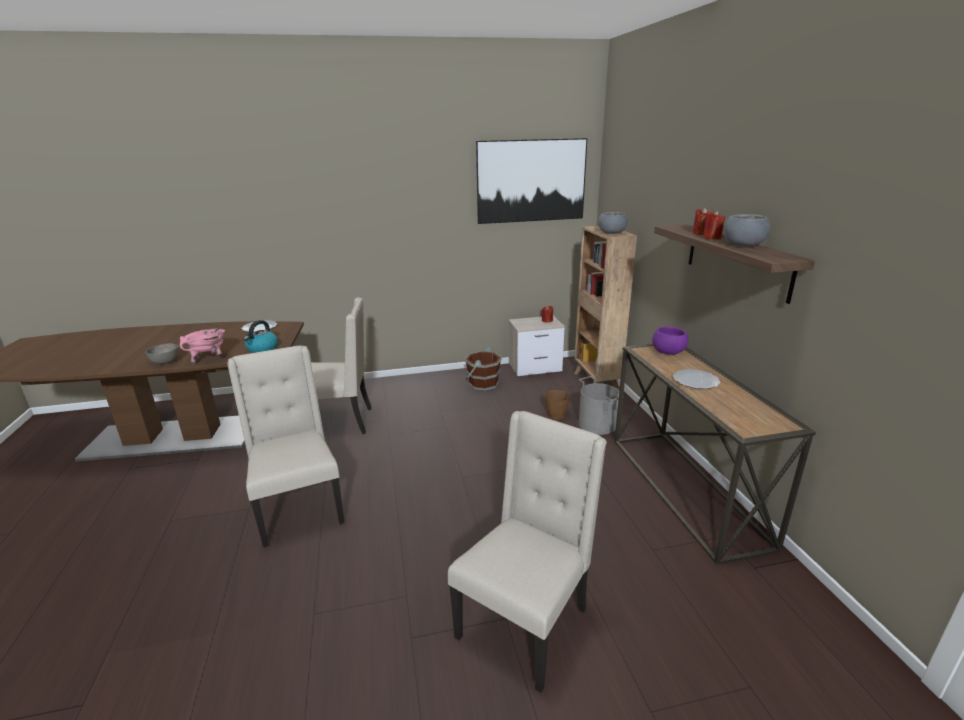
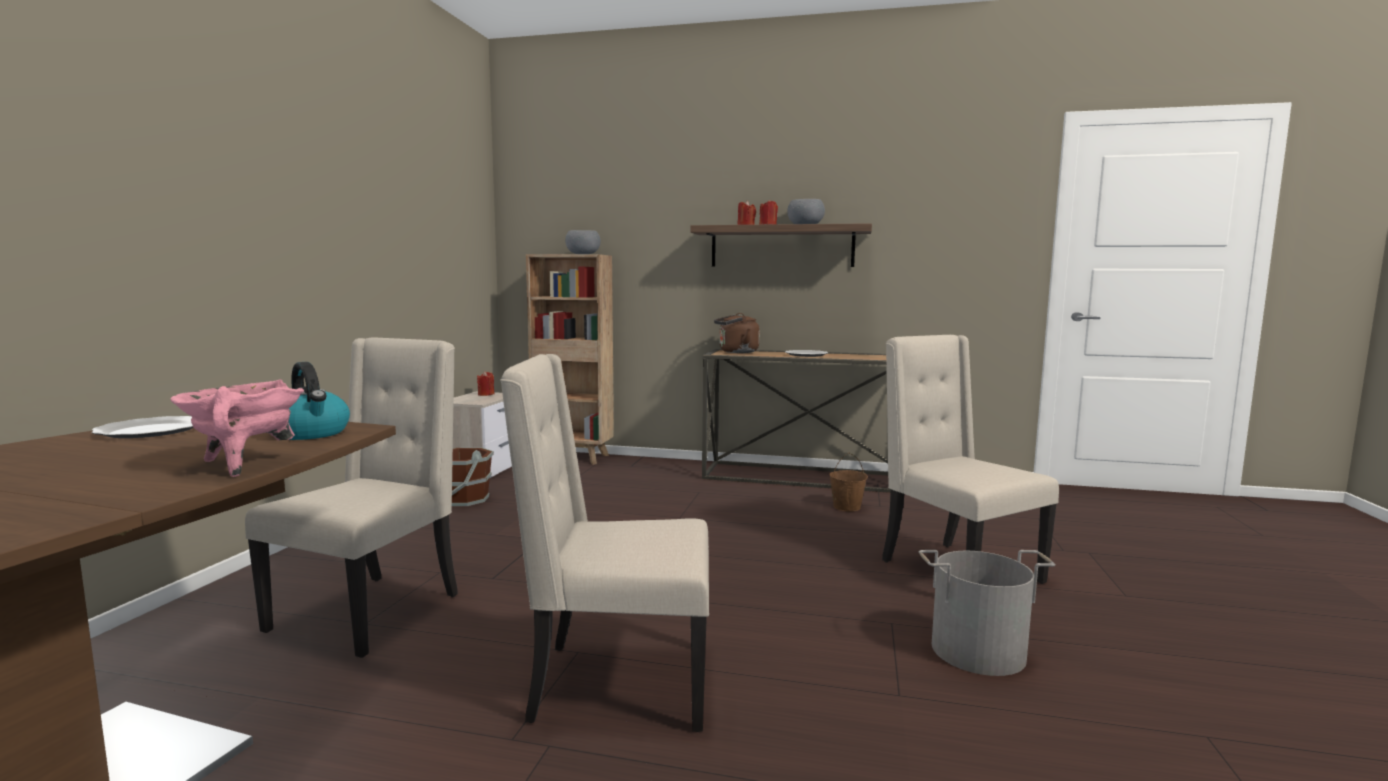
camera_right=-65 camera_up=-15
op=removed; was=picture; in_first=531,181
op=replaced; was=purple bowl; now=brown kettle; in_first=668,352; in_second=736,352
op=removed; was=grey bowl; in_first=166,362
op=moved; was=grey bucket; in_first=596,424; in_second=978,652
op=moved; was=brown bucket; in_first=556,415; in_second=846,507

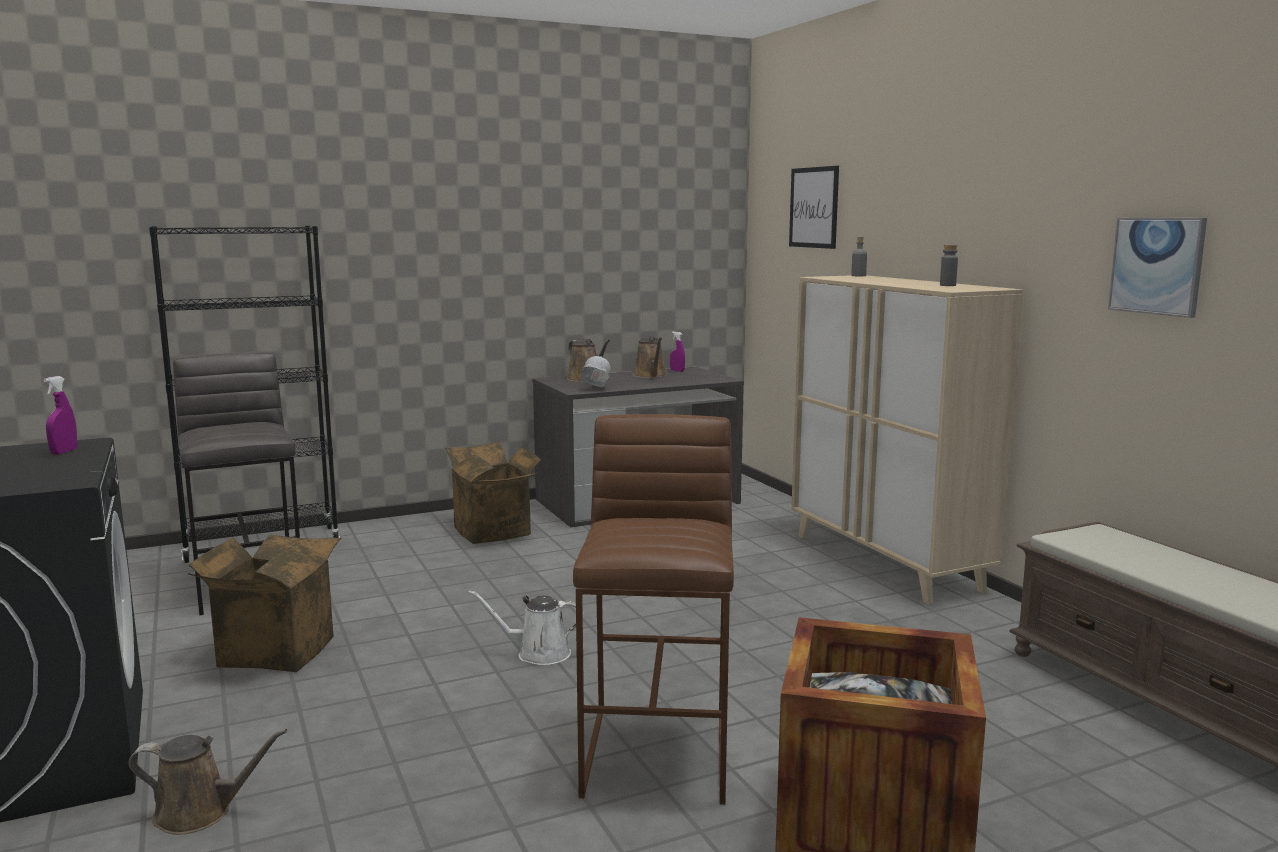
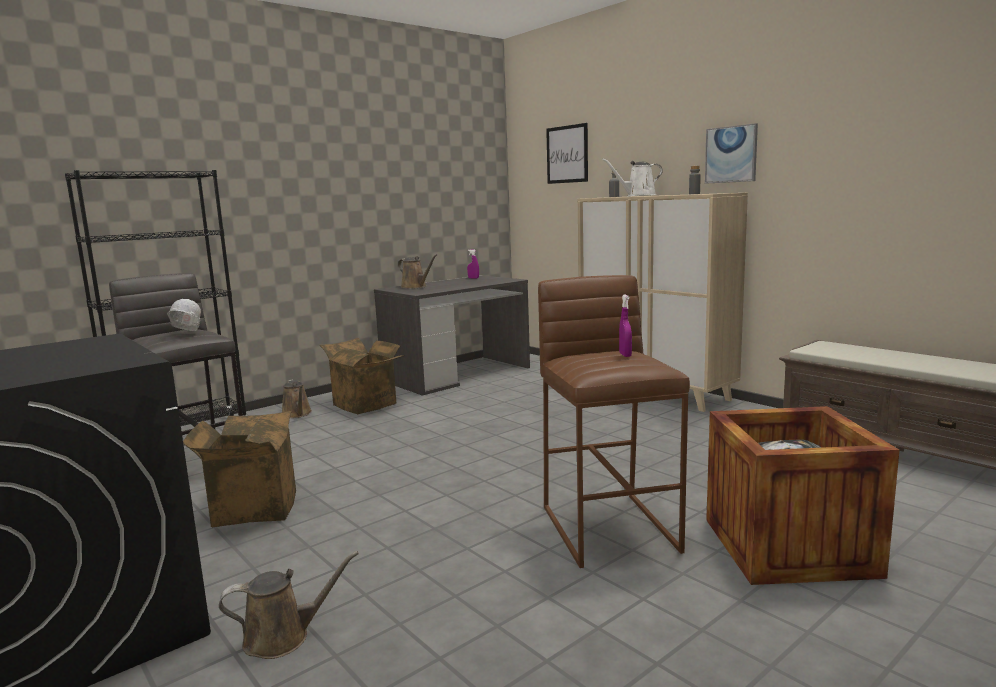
camera_right=-15 camera_up=0
op=moved; was=picture; in_first=1157,265; in_second=731,154
op=moved; was=brown watering can; in_first=650,376; in_second=297,414
op=moved; was=white hard hat; in_first=595,389; in_second=186,334
op=moved; was=purple spray bottle; in_first=64,452; in_second=625,355
op=moved; was=white watering can; in_first=538,654; in_second=638,196

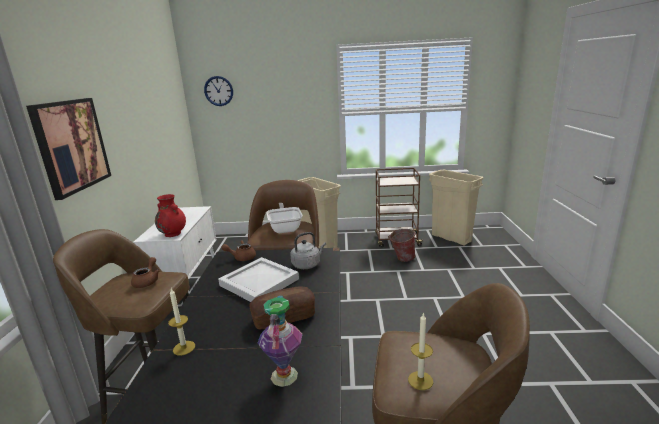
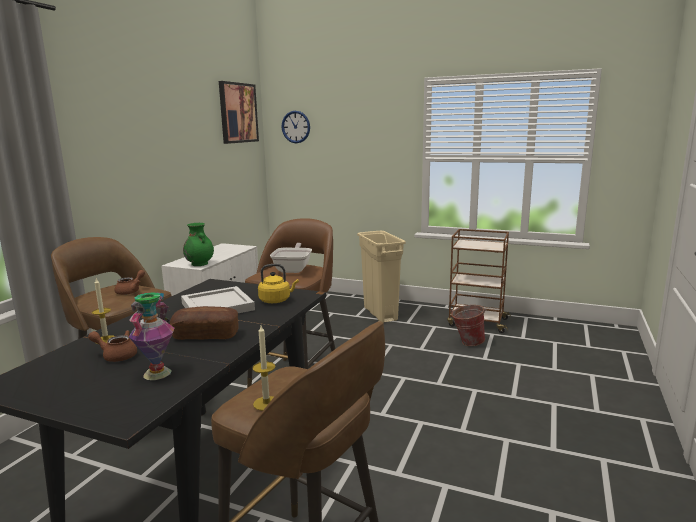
camera_right=20 camera_up=-5
op=moved; was=picture; in_first=71,145; in_second=238,113
op=removed; was=beige trash can; in_first=451,238
op=recoloured; was=red vase; now=green vase; in_first=173,234; in_second=200,264
op=recoloured; was=grey kettle; now=yellow kettle; in_first=307,264; in_second=276,300
op=moved; was=brown teapot; in_first=241,257; in_second=116,355

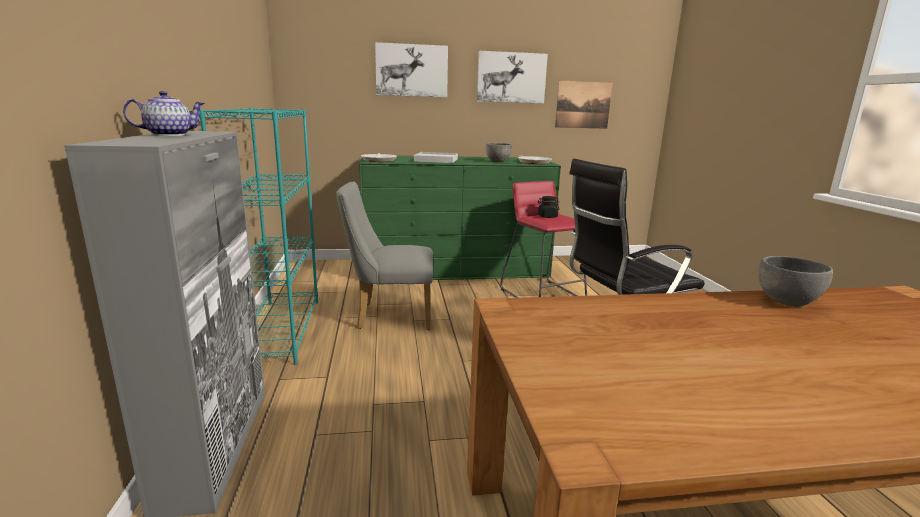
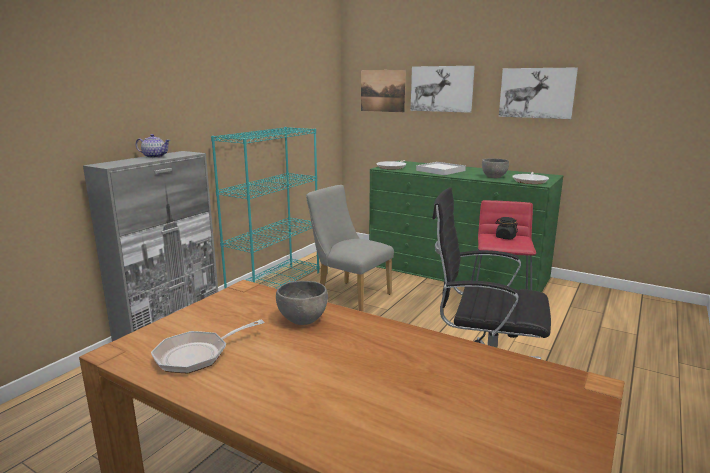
camera_right=40 camera_up=0
op=moved; was=picture; in_first=583,105; in_second=382,91
op=moved; was=grey bowl; in_first=786,301; in_second=303,320
op=added; now=frying pan; in_second=197,355

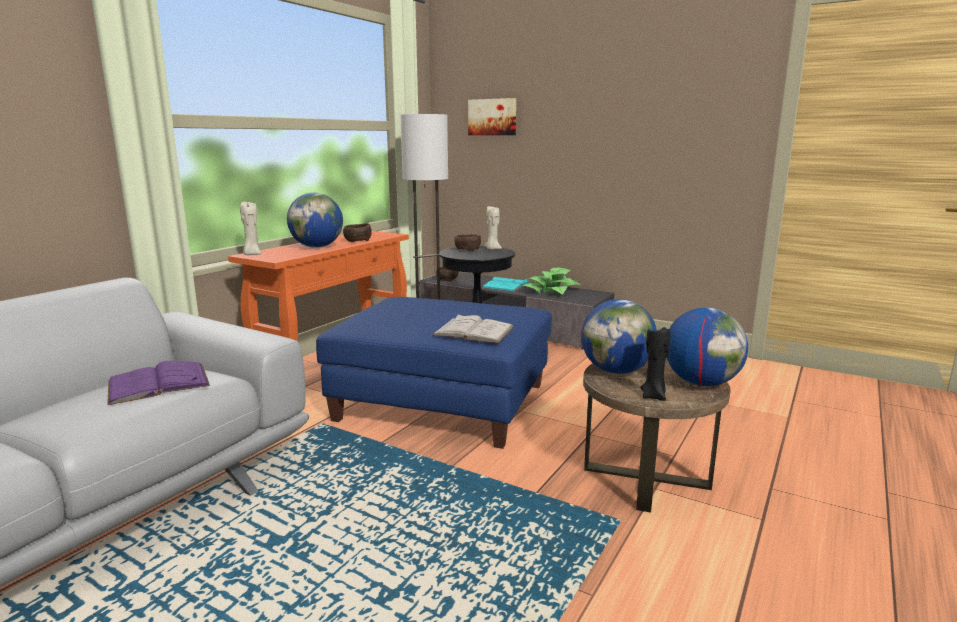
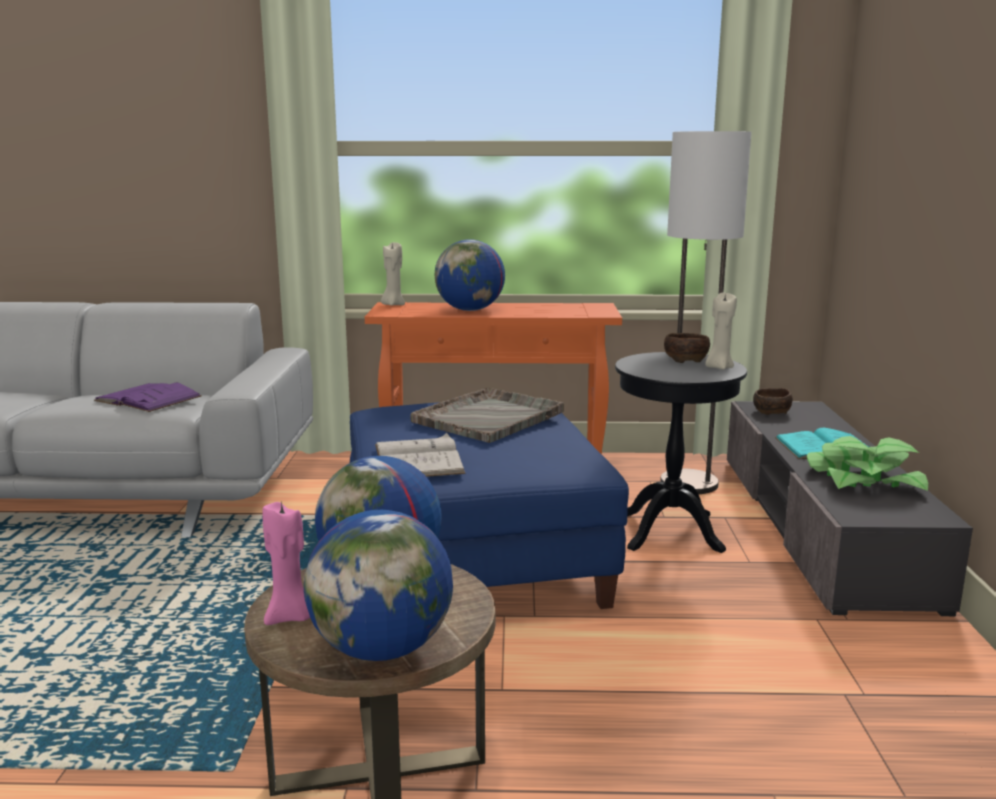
camera_right=60 camera_up=0
op=removed; was=picture; in_first=492,117
op=removed; was=brown bowl; in_first=357,241
op=recoloured; was=black candle; now=pink candle; in_first=654,396; in_second=291,617
op=added; now=grey tray; in_second=489,417

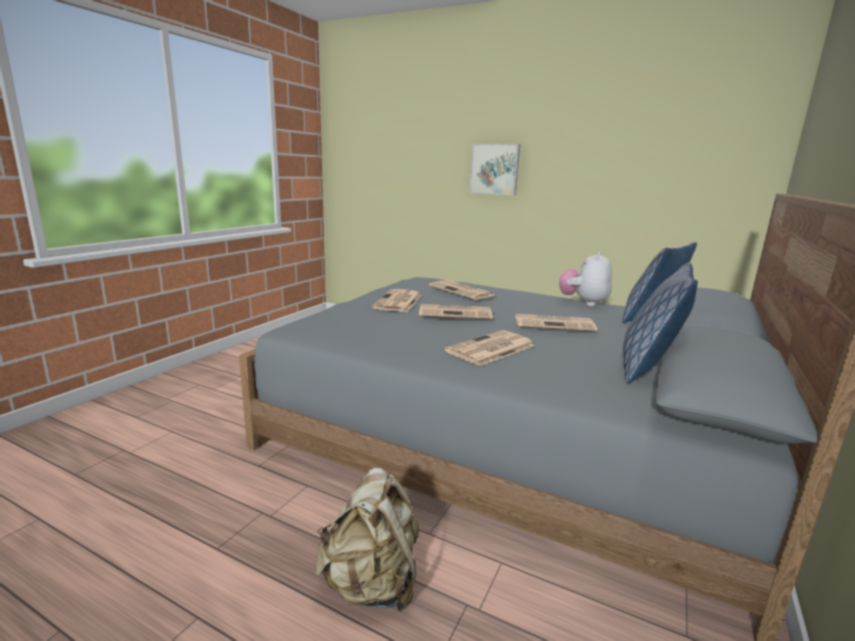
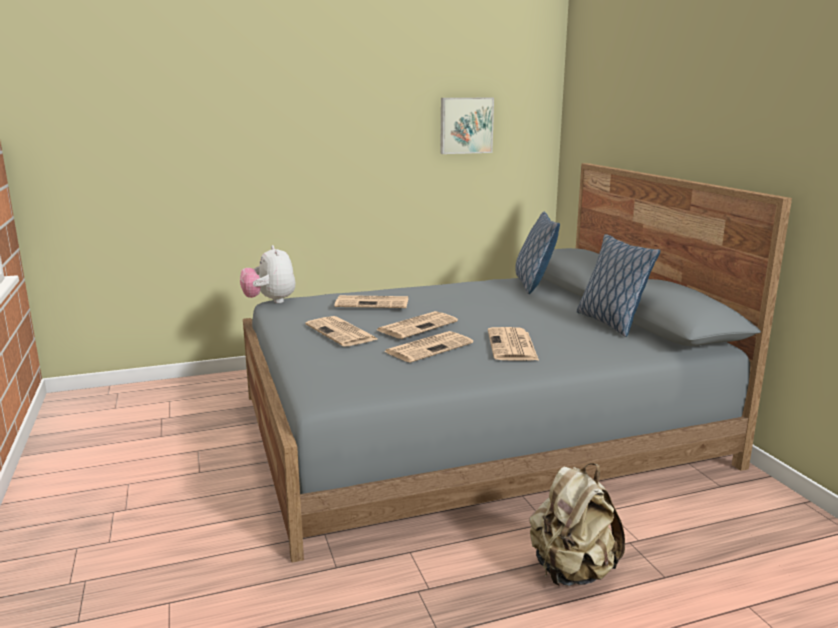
camera_right=-45 camera_up=0
op=moved; was=picture; in_first=495,169; in_second=465,125
op=moved; was=plush toy; in_first=583,302; in_second=270,301
op=moved; was=newspaper; in_first=555,324; in_second=429,347

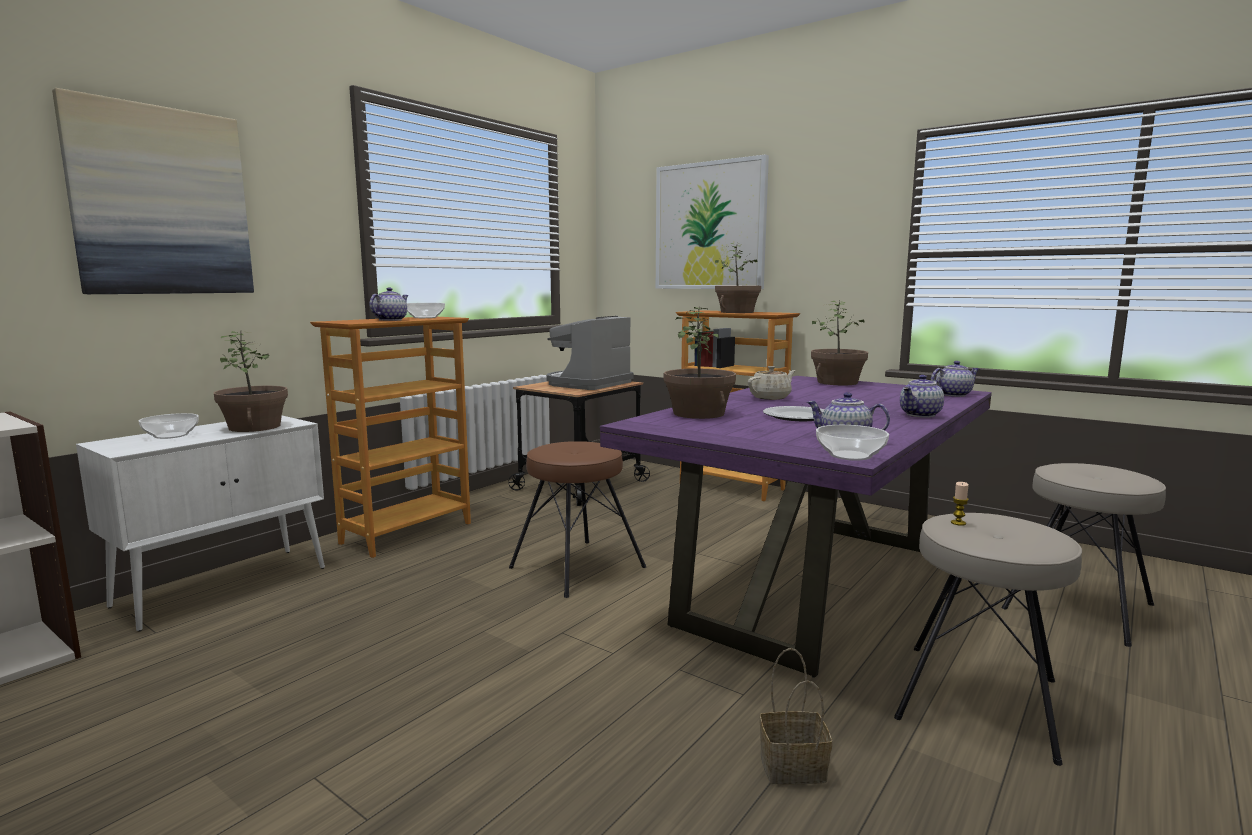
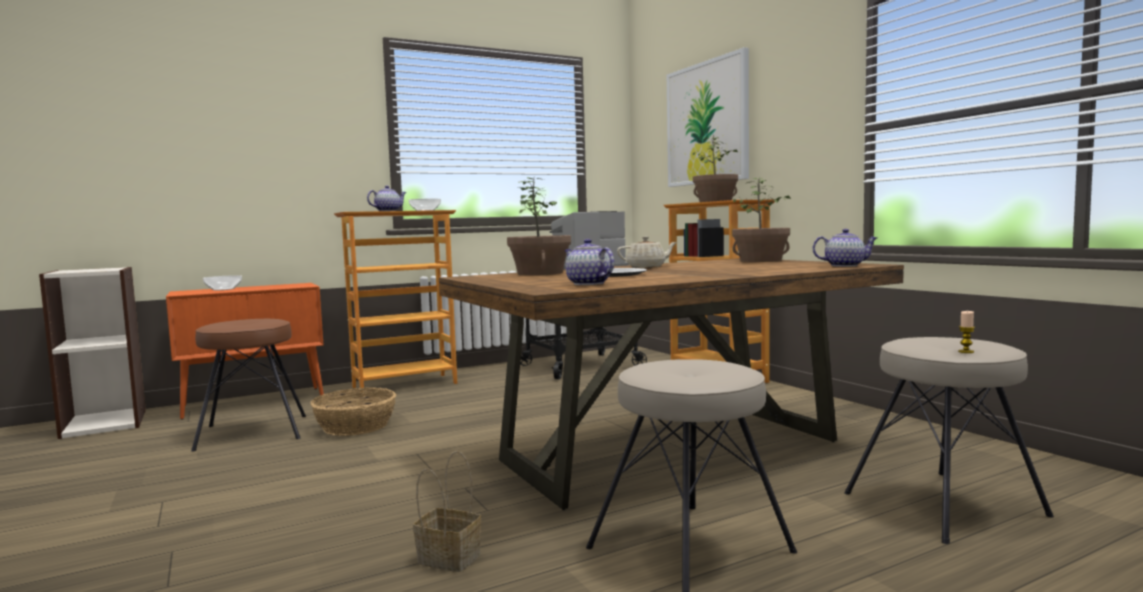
camera_right=25 camera_up=-5
op=removed; was=picture; in_first=161,202
op=removed; was=potted plant; in_first=255,427
op=removed; was=teapot; in_first=921,415
op=recoloured; was=purple dining table; now=brown dining table; in_first=812,586; in_second=670,452
op=recoloured; was=white cabinet; now=orange cabinet; in_first=225,586; in_second=255,402
op=removed; was=bowl; in_first=851,456
op=moved; was=brown stool; in_first=576,567; in_second=252,432
op=moved; was=candle; in_first=958,523; in_second=966,352
op=added; now=basket; in_second=356,426

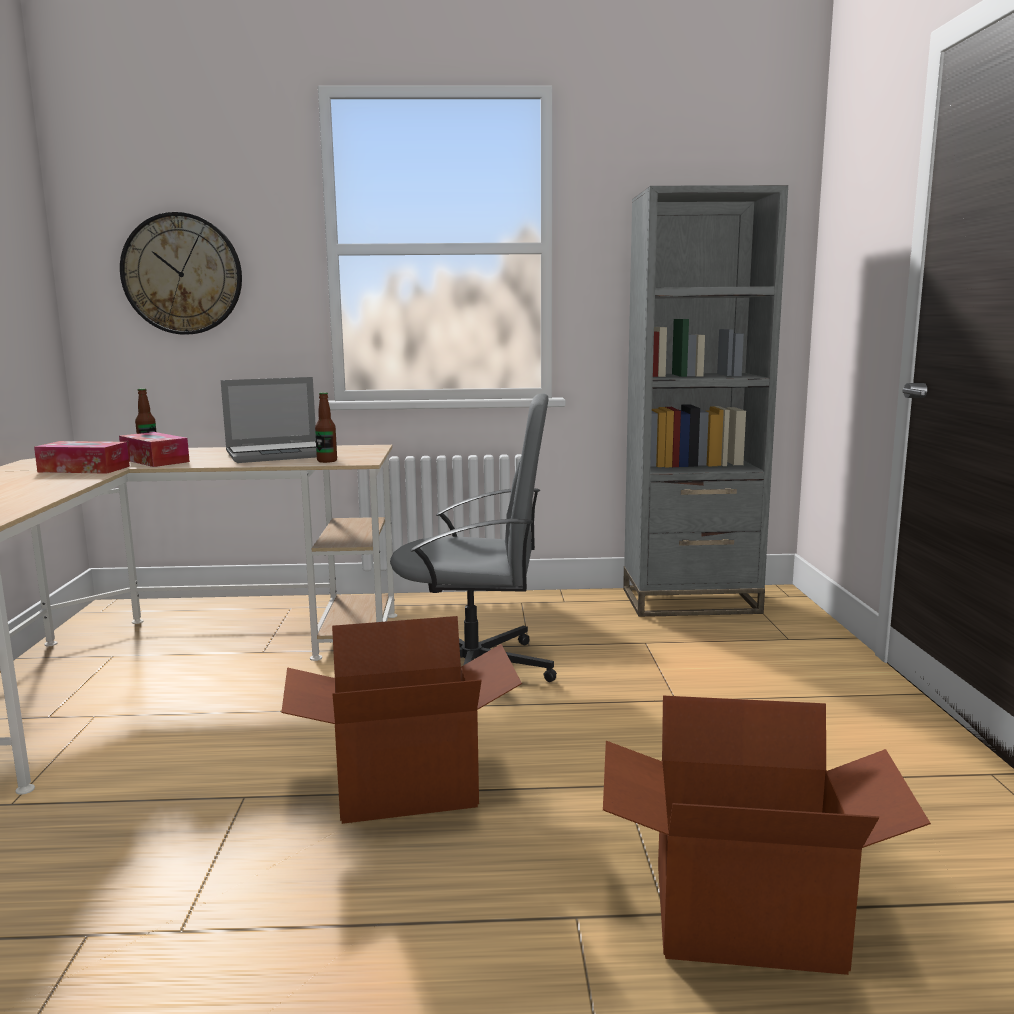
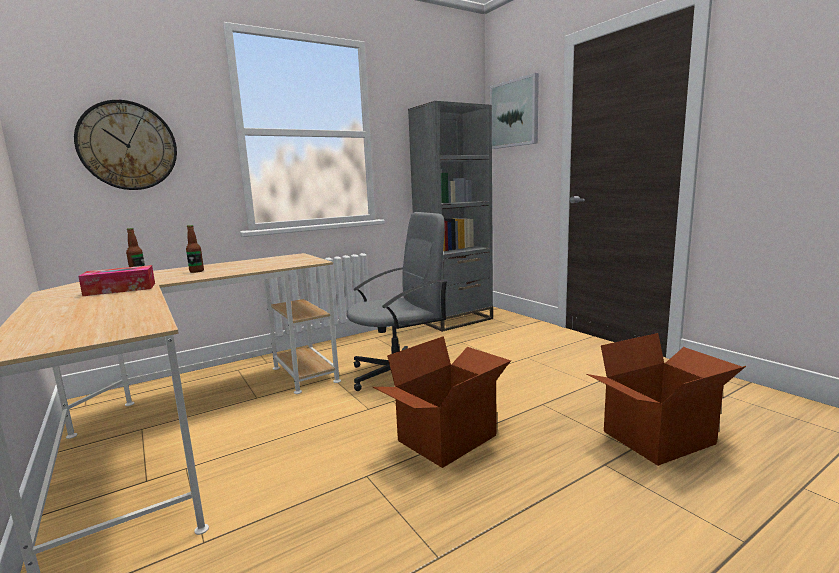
camera_right=-30 camera_up=0
op=removed; was=laptop; in_first=278,454
op=moved; was=bottle; in_first=327,461; in_second=196,271
op=removed; was=tissue box; in_first=155,460
op=added; now=picture; in_second=514,113

